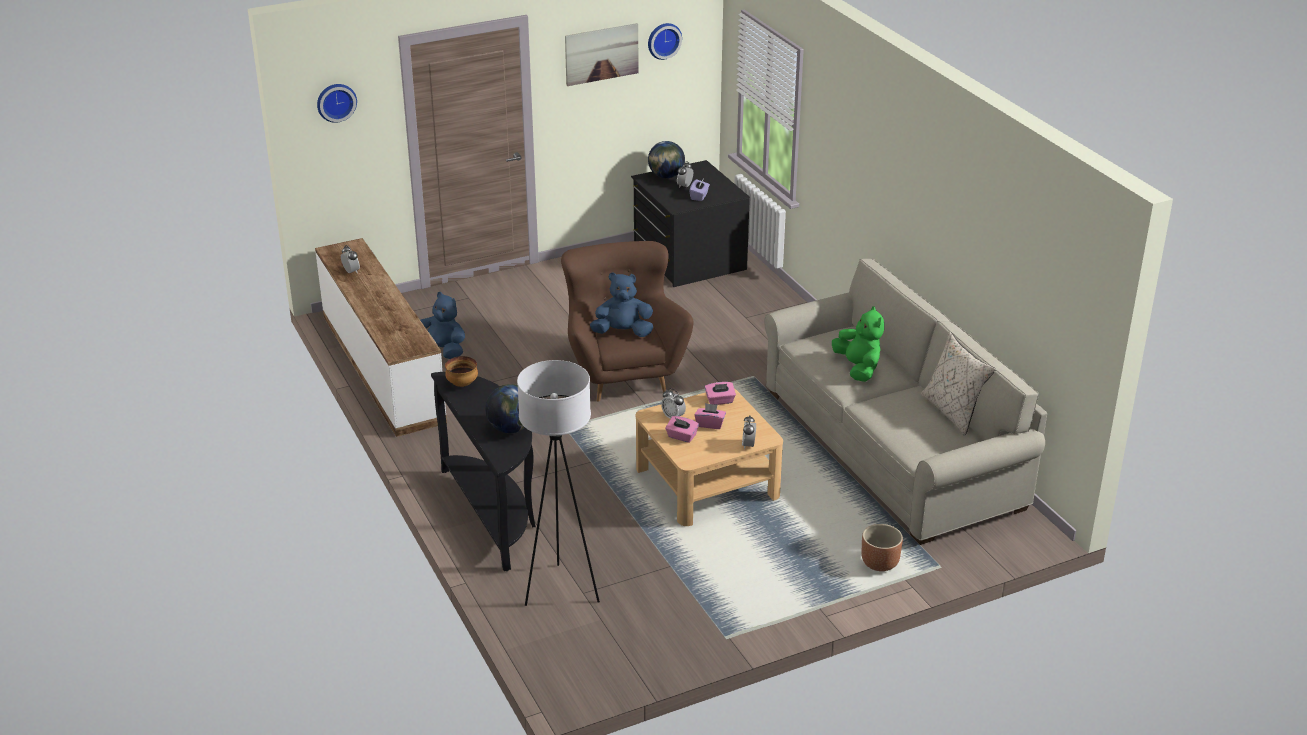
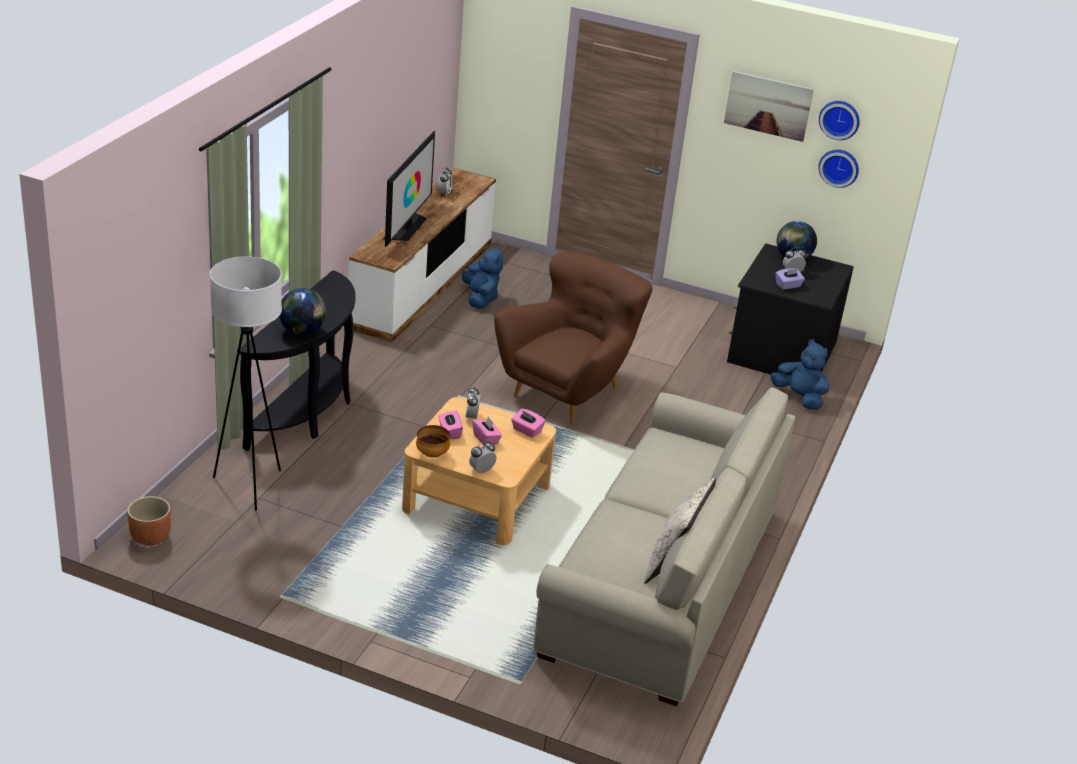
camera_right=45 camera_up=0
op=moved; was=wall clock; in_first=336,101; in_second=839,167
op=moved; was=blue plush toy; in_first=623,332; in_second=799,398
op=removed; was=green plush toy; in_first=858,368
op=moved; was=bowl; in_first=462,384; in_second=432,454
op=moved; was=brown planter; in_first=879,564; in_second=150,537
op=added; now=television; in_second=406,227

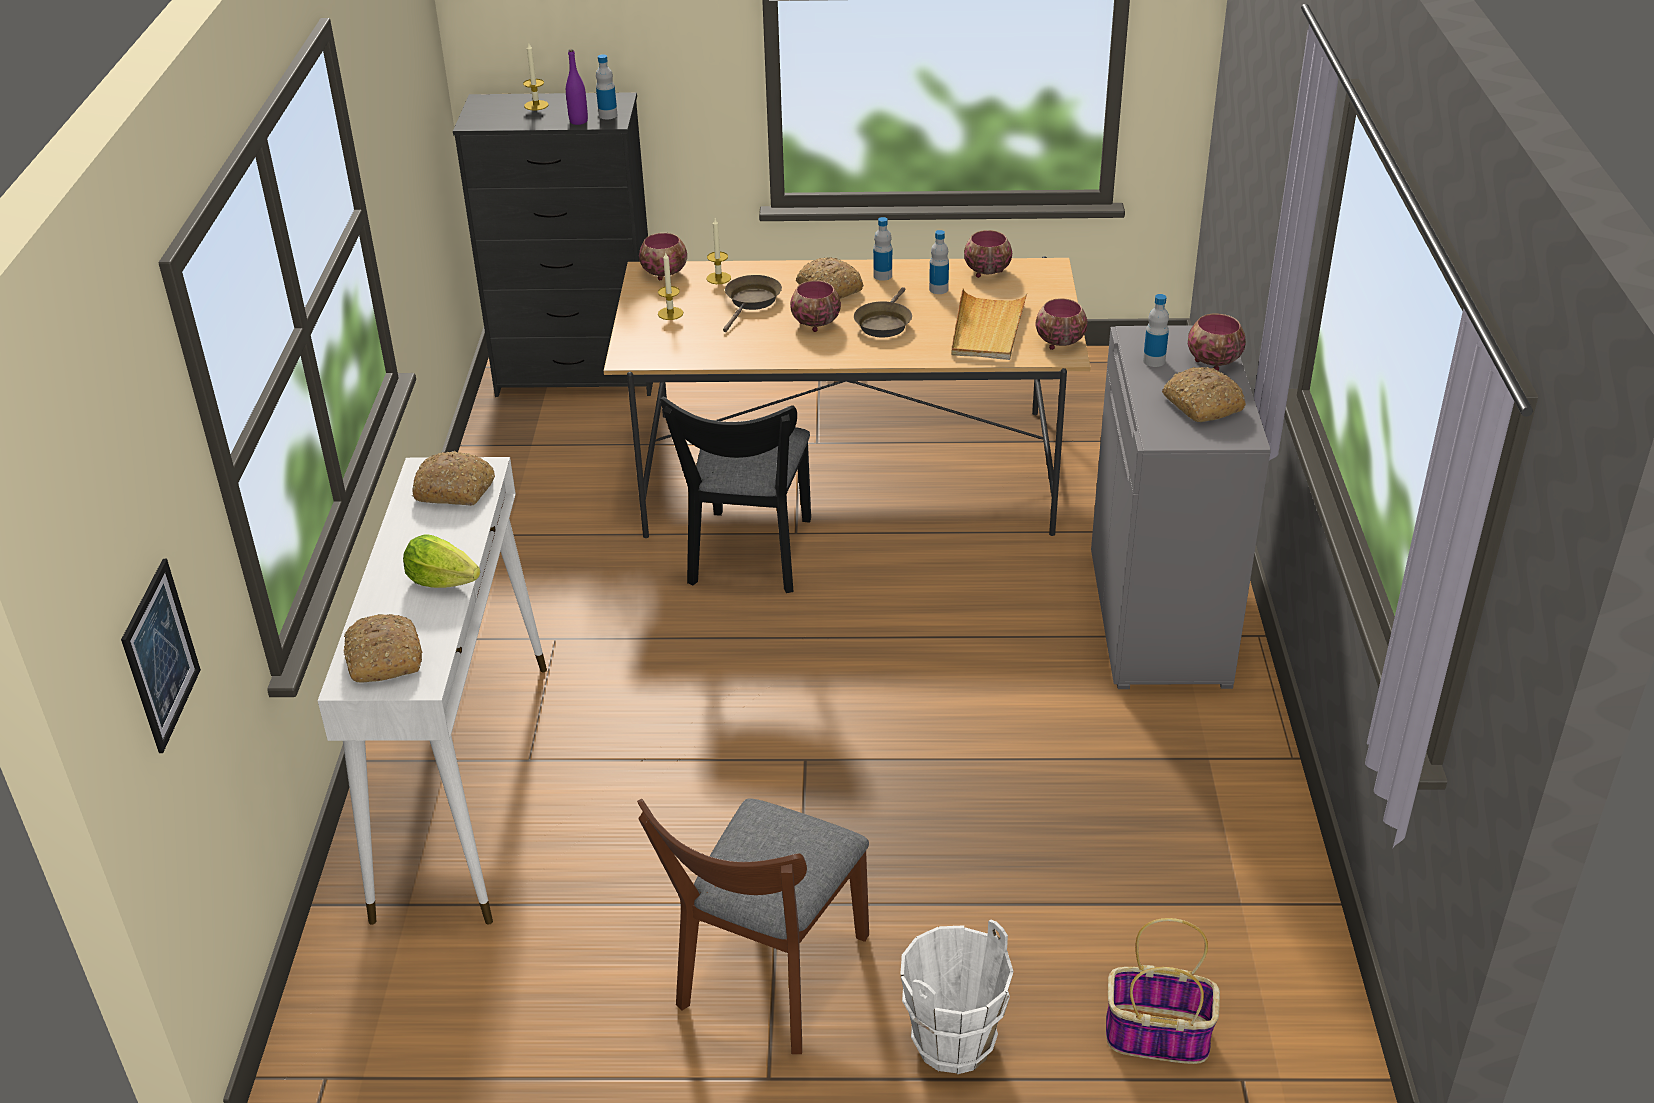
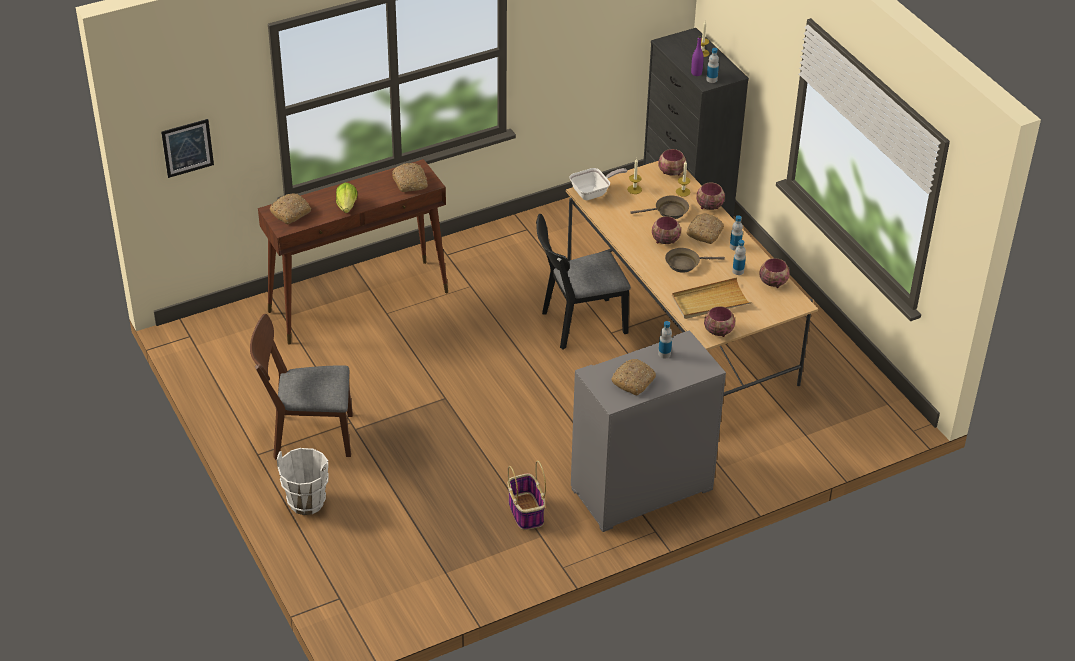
camera_right=60 camera_up=5
op=moved; was=bowl; in_first=1212,362; in_second=709,206
op=recoloured; was=white console table; now=brown console table; in_first=464,784; in_second=359,301
op=moved; was=basket; in_first=1156,1036; in_second=525,511
op=added; now=frying pan; in_second=593,193

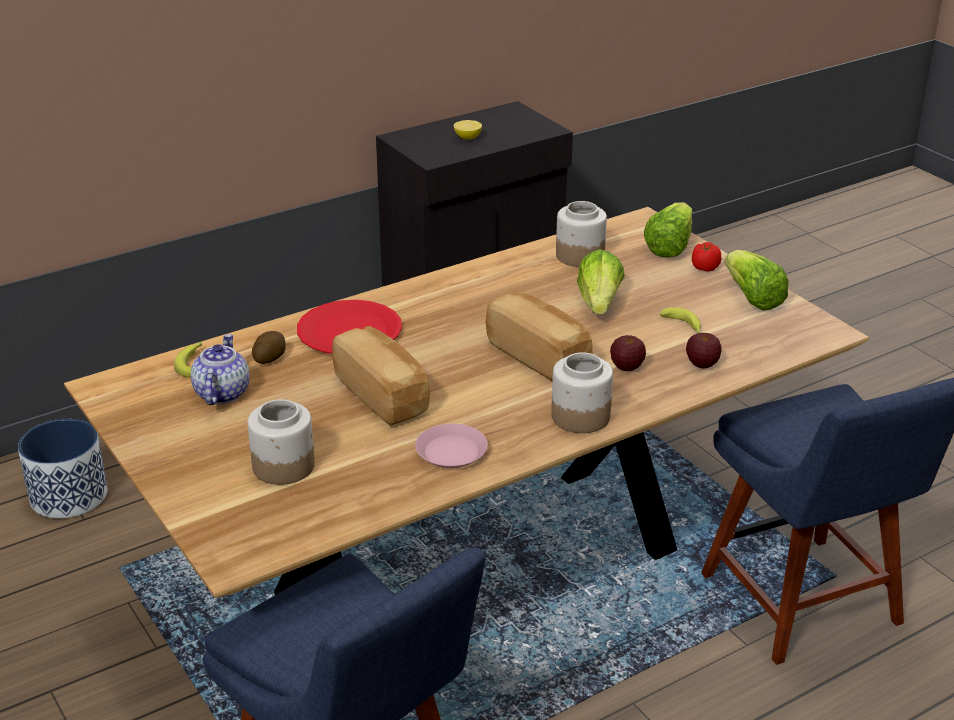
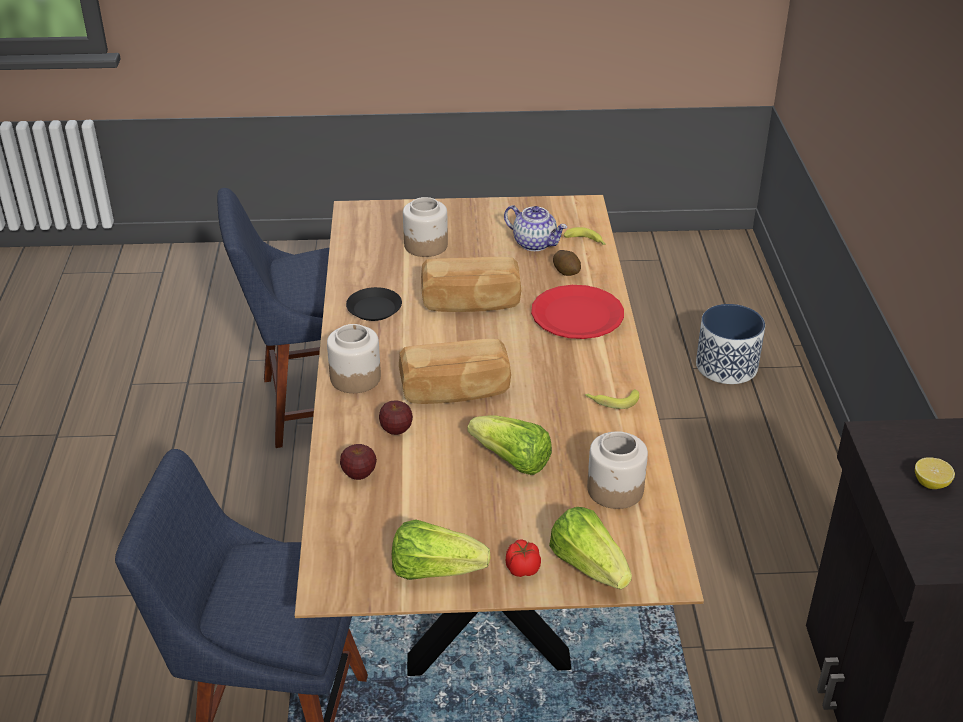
camera_right=120 camera_up=5
op=moved; was=banana; in_first=683,326; in_second=611,401
op=recoloured; was=pink plate; now=black plate; in_first=451,451; in_second=374,309

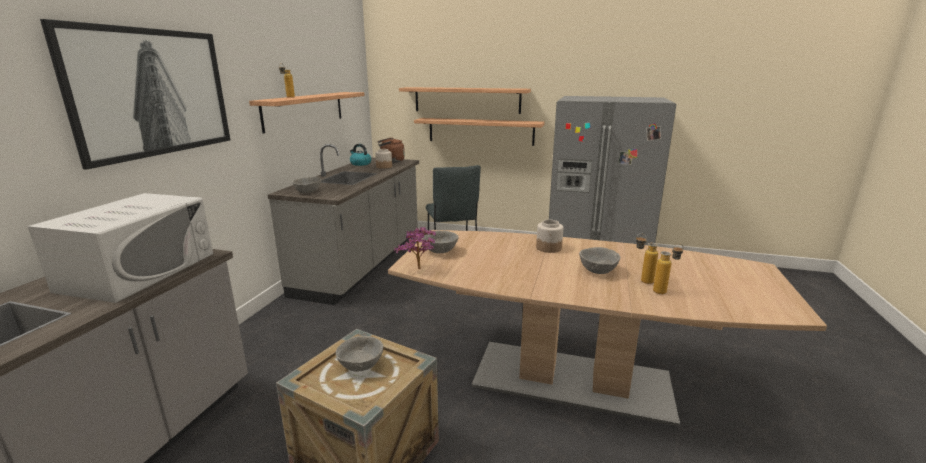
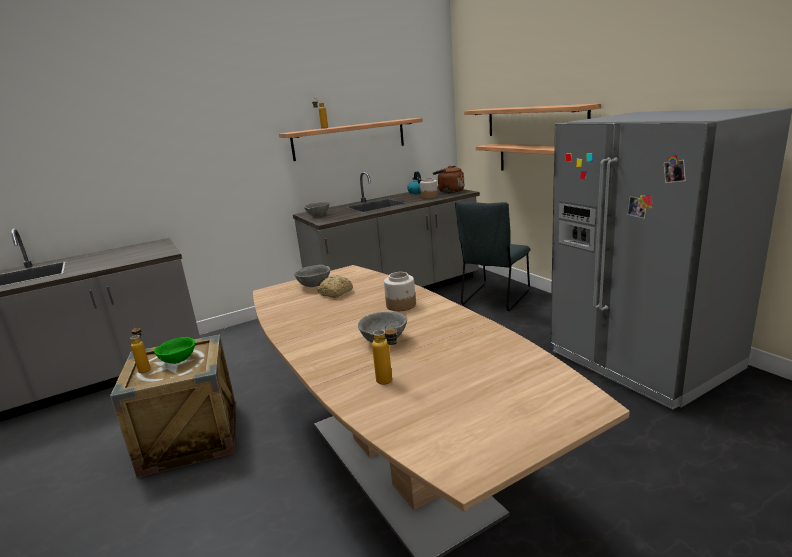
camera_right=45 camera_up=0
op=removed; was=picture; in_first=152,92
op=removed; was=white microwave; in_first=140,271
op=removed; was=potted plant; in_first=419,270
op=moved; was=bottle; in_first=641,280; in_second=145,368
op=recoloured; was=grey bowl; now=green bowl; in_first=361,366; in_second=178,361
op=added; now=bread; in_second=335,293

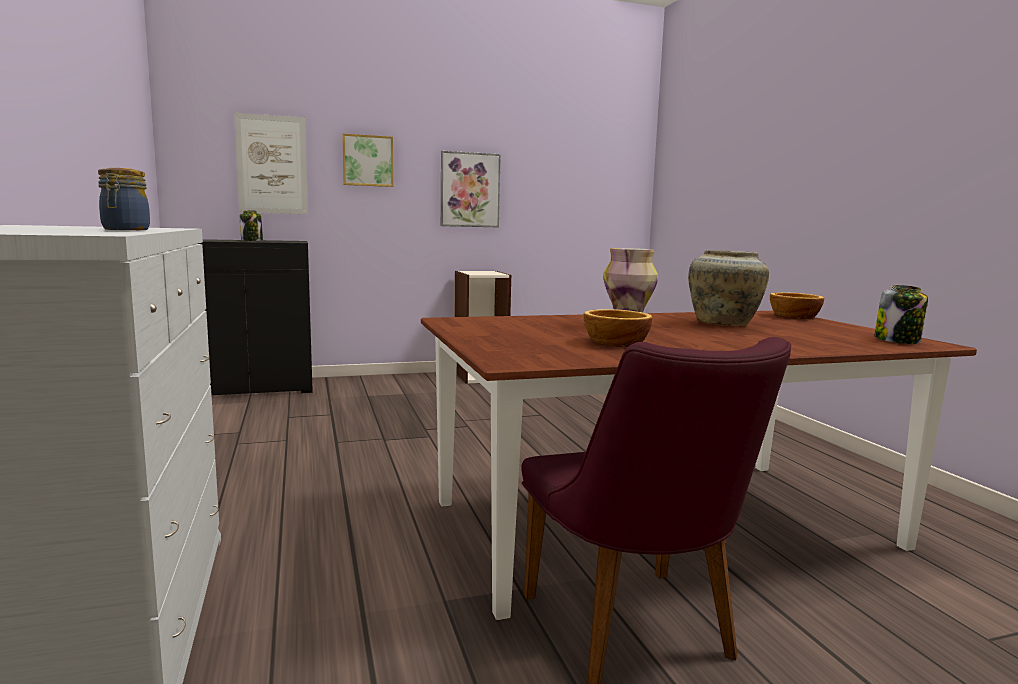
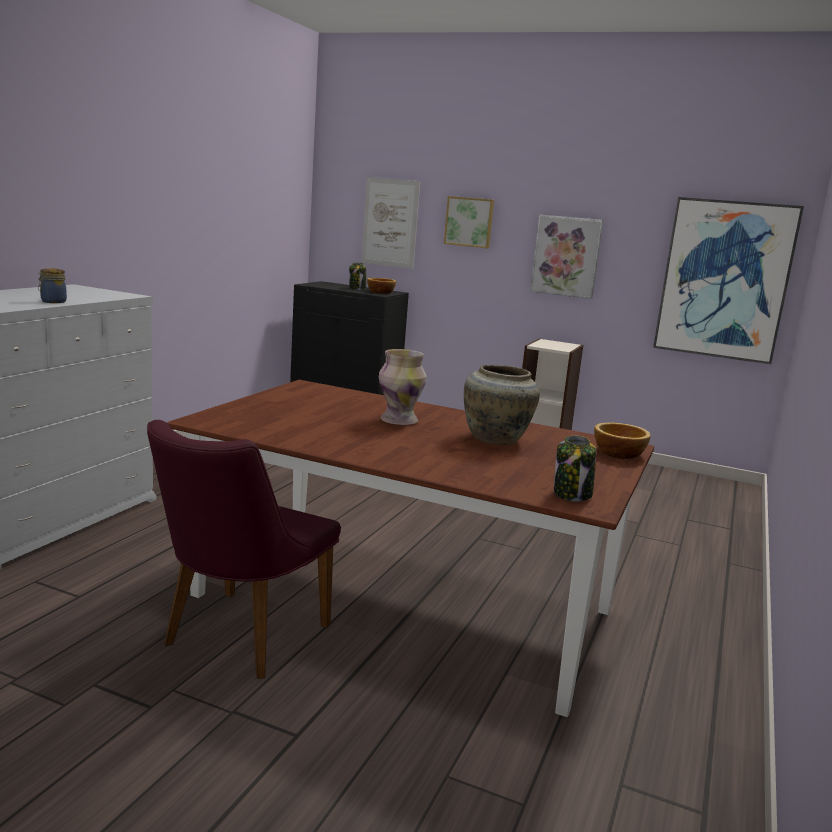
camera_right=40 camera_up=5
op=moved; was=bowl; in_first=614,343; in_second=380,292
op=added; now=picture; in_second=724,280

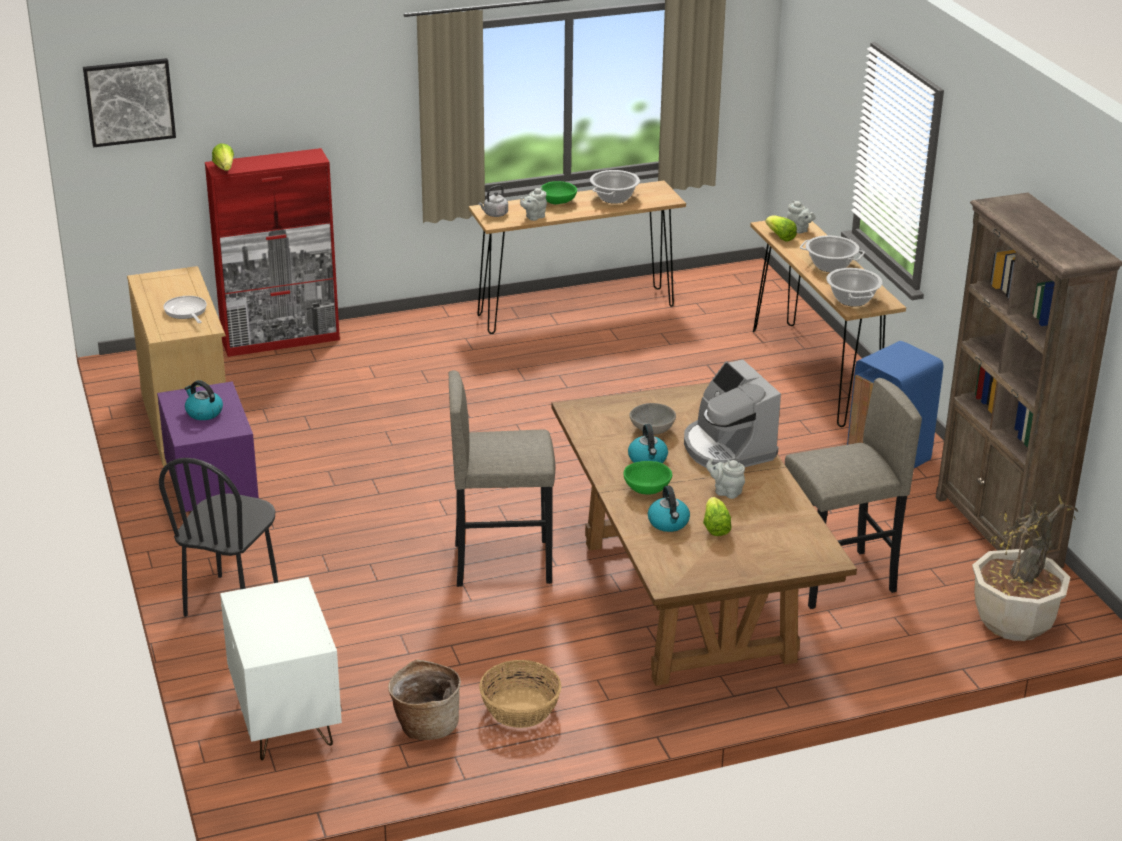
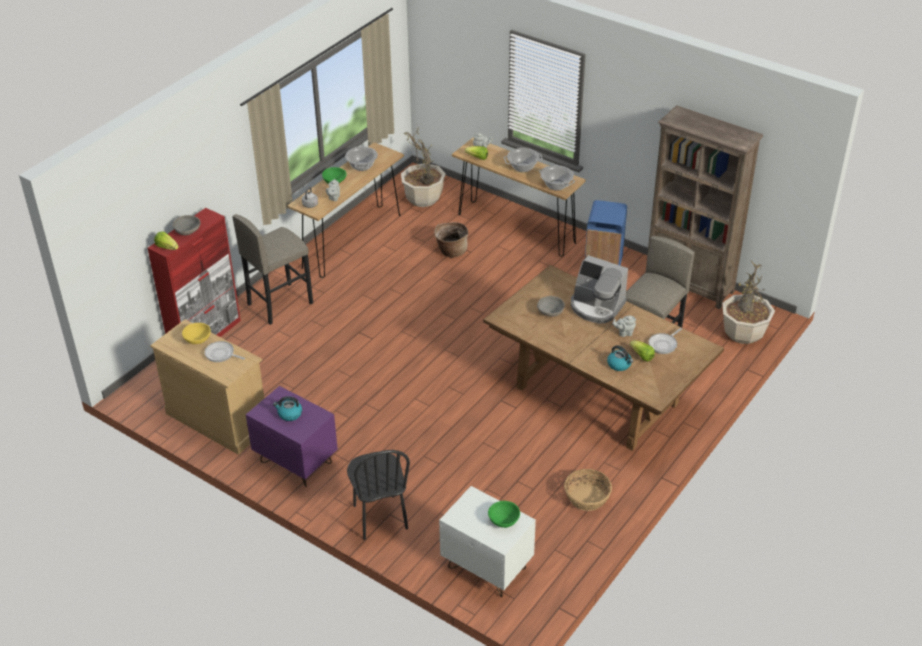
camera_right=-35 camera_up=10
op=removed; was=picture; in_first=129,101
op=moved; was=grey stool; in_first=502,562; in_second=279,303
op=removed; was=kettle; in_first=648,460
op=moved; was=green bowl; in_first=647,488; in_second=503,520
op=moved; was=basket; in_first=425,725; in_second=451,251
op=added; now=potted plant; in_second=423,199
op=added; now=grey bowl; in_second=187,231
op=added; now=yellow bowl; in_second=198,339
op=added; now=frying pan; in_second=664,344

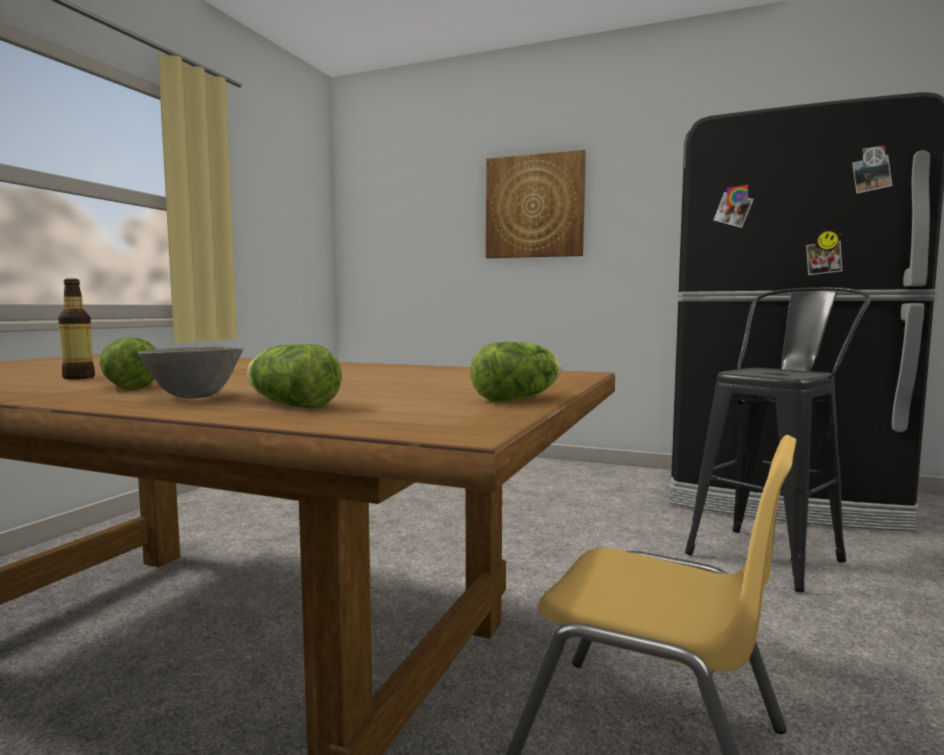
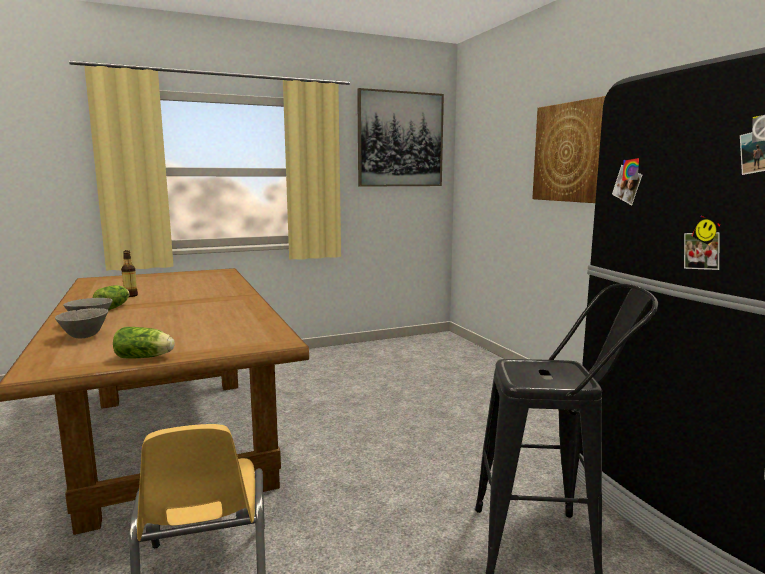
camera_right=45 camera_up=5
op=replaced; was=lettuce; now=grey bowl; in_first=289,404; in_second=84,337
op=added; now=picture; in_second=400,139

